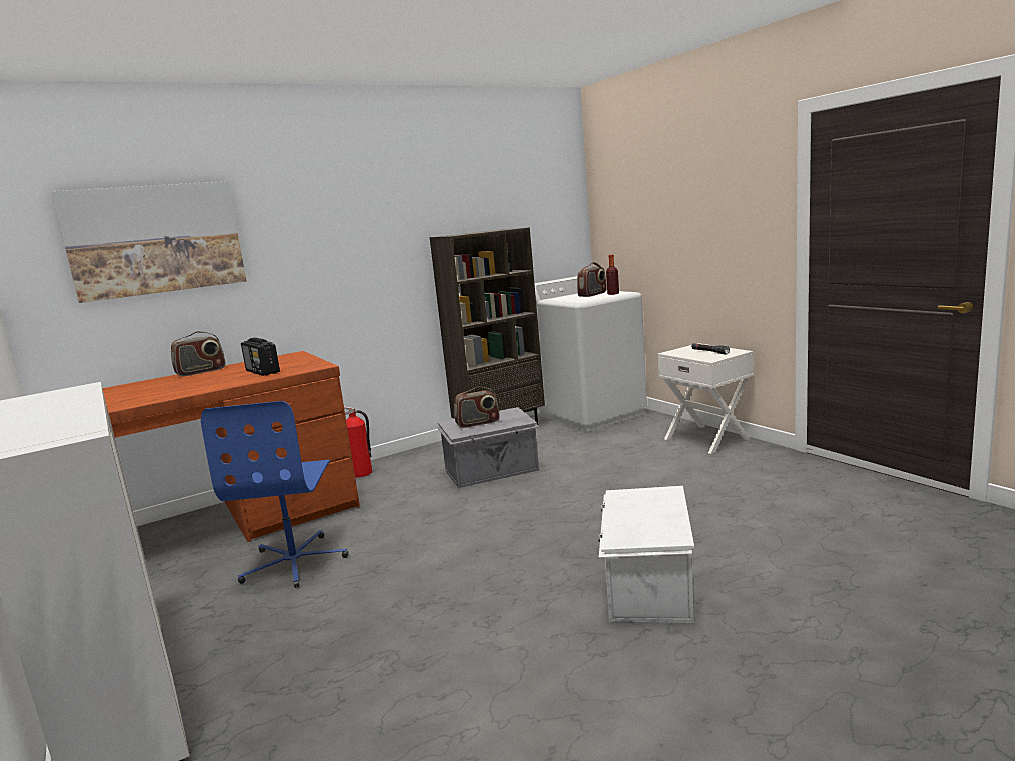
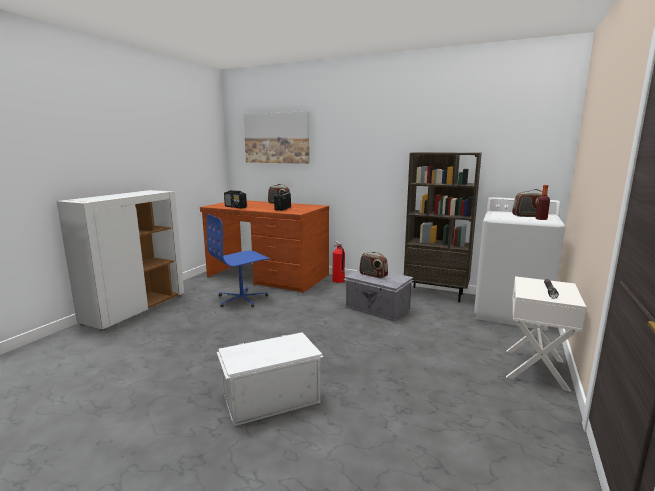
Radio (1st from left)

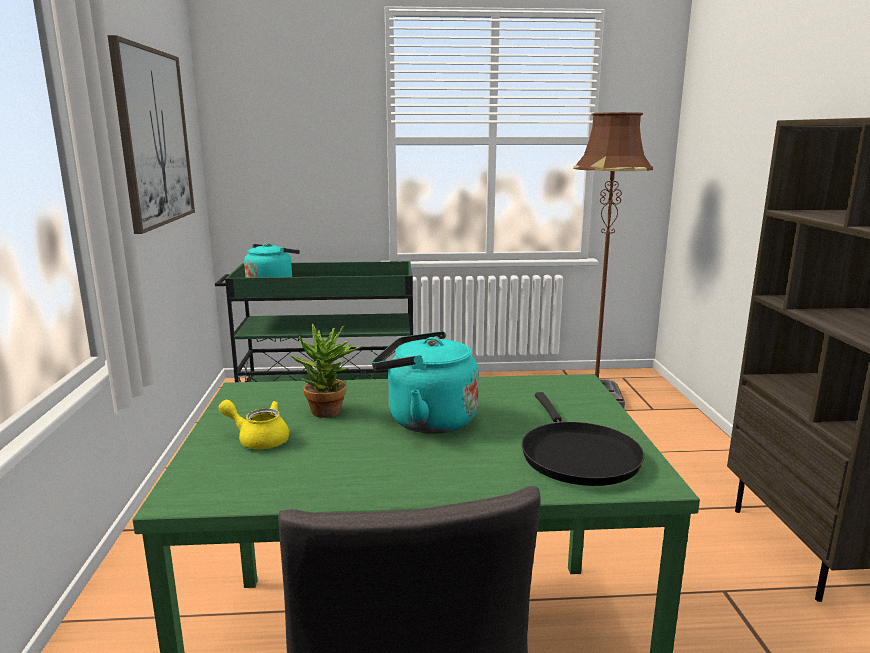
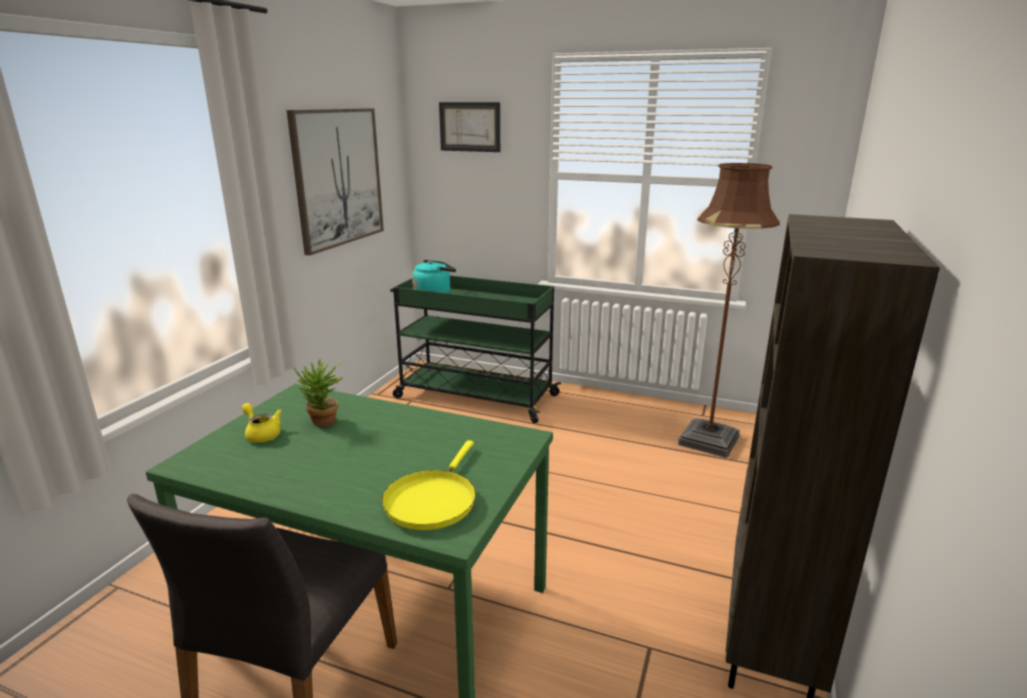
TurquoiseKettle (2nd from left in the first image)
YellowFryingPan
Picture (2nd from left)

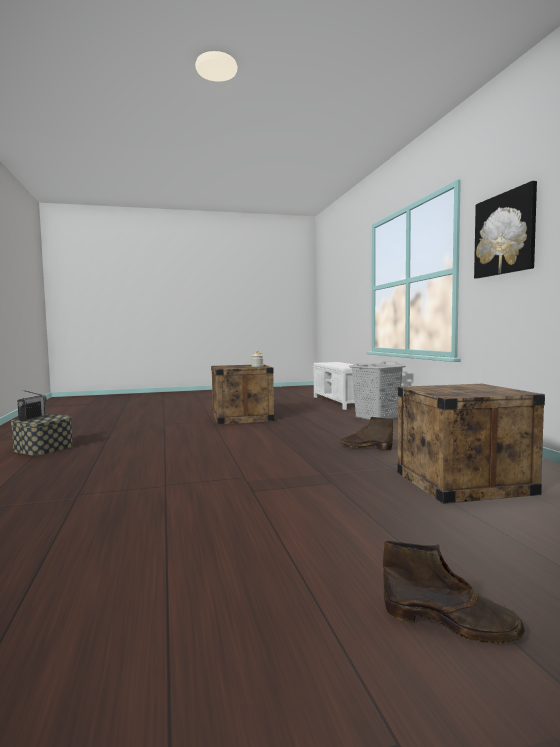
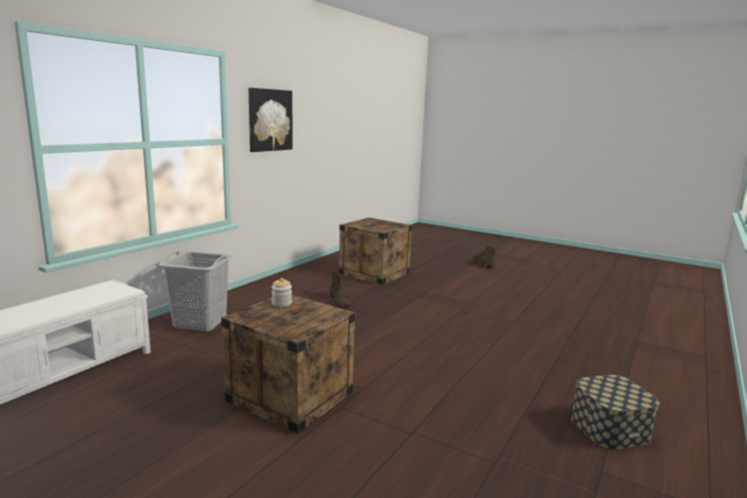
Radio

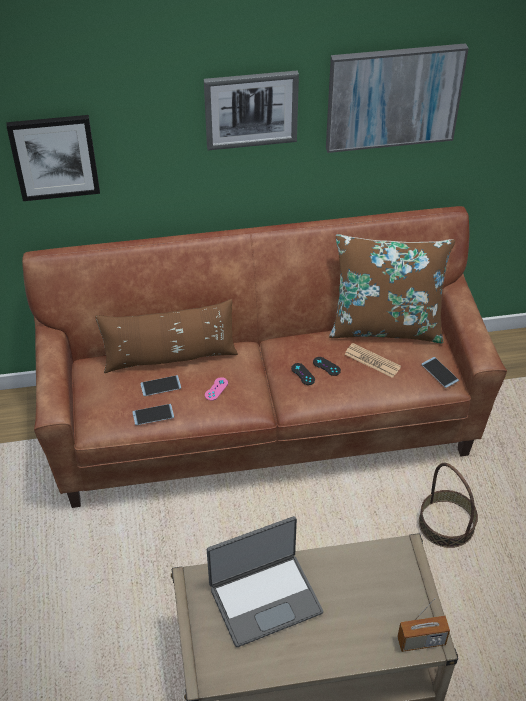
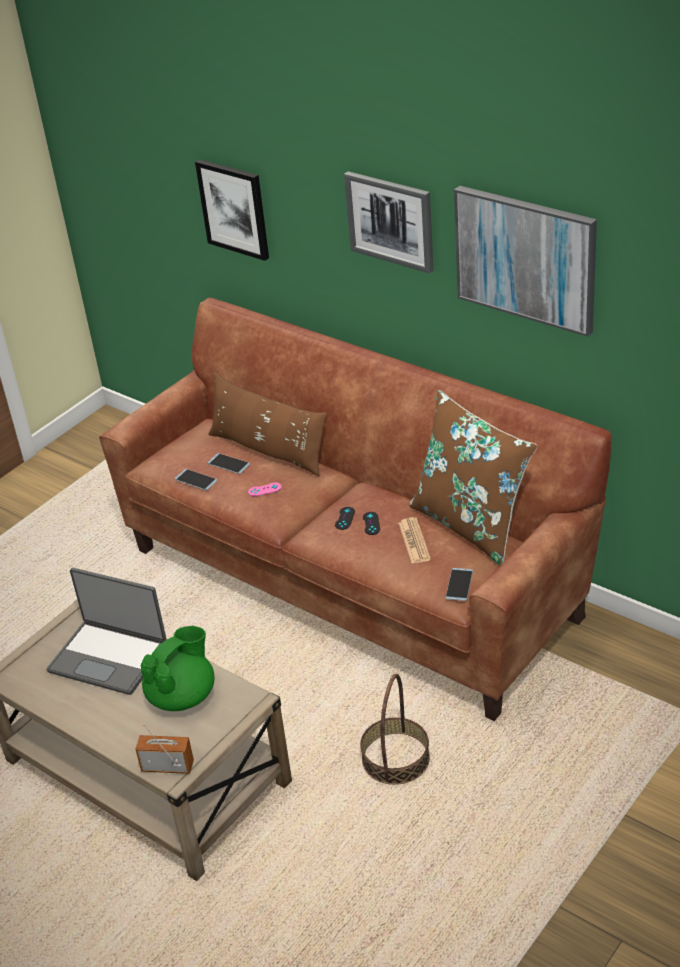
Radio
GreenTeapot

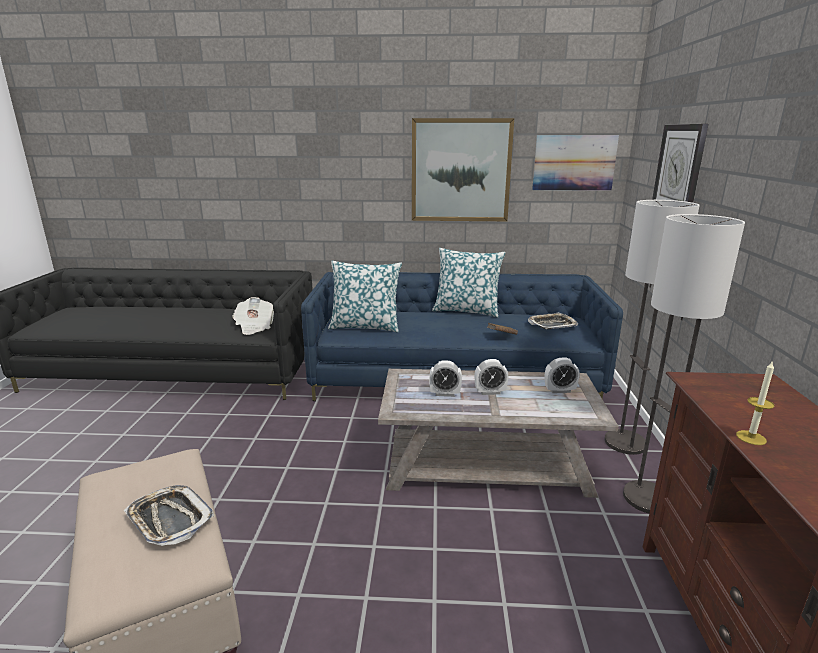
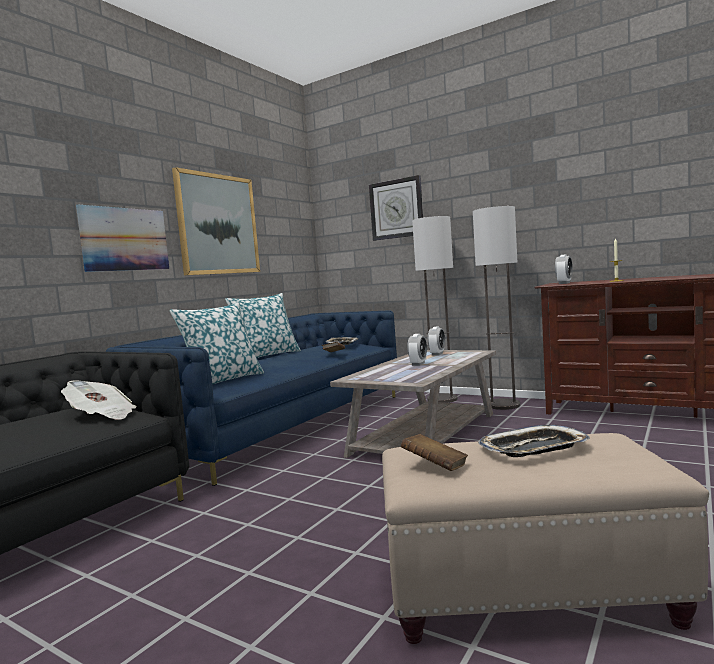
Picture (1st from left)
AlarmClock (3rd from left)
BrownBook (2nd from left)

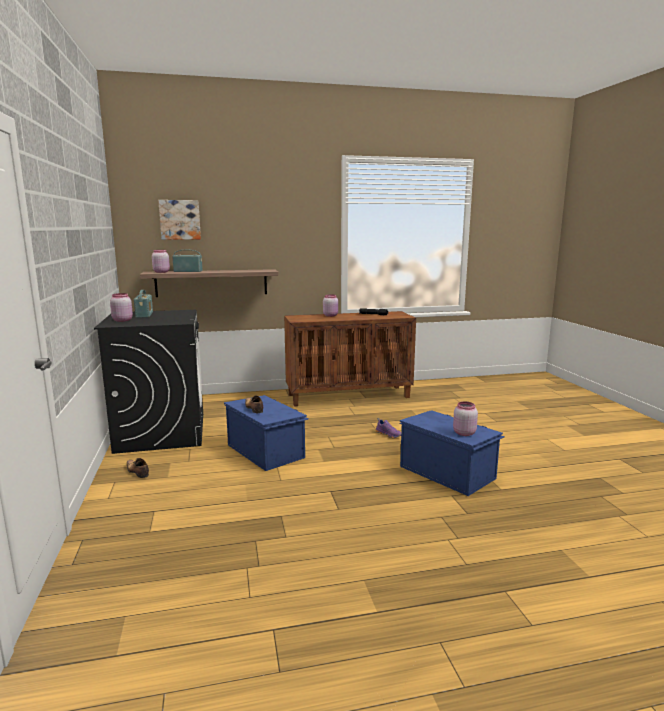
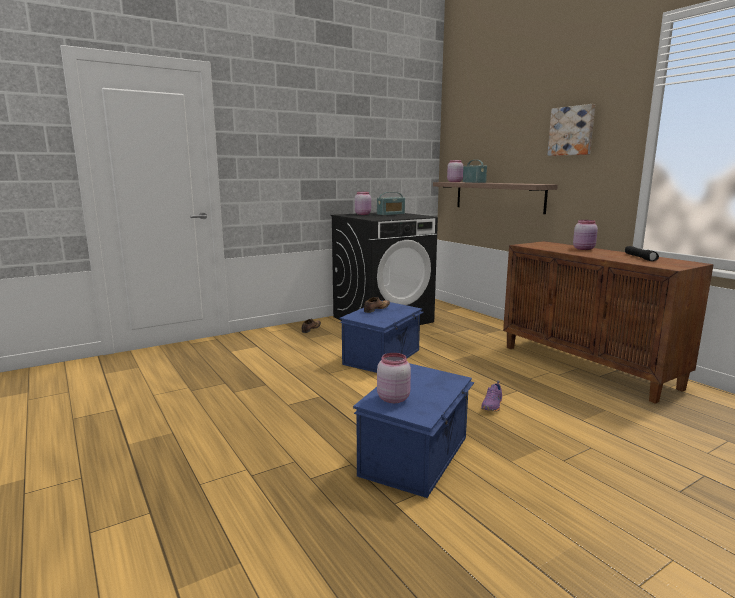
Picture

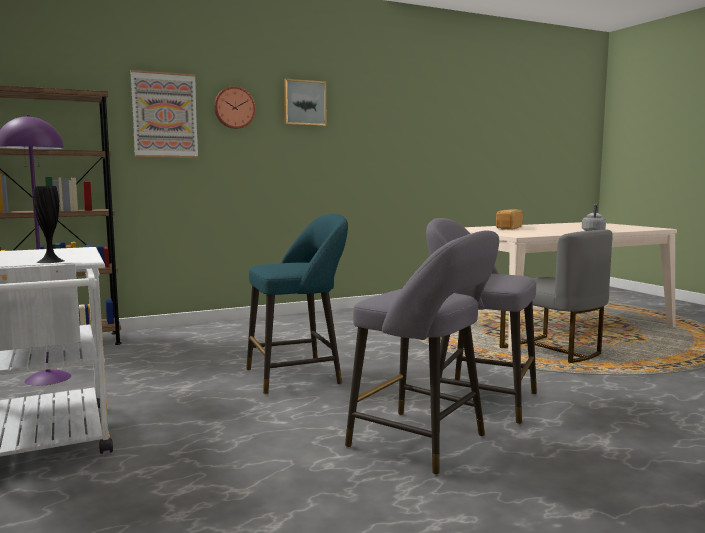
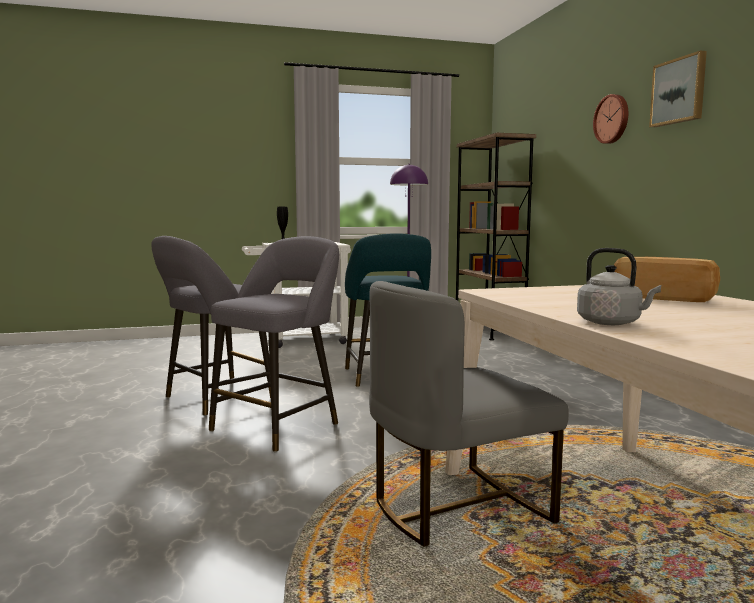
Picture (1st from left in the first image)

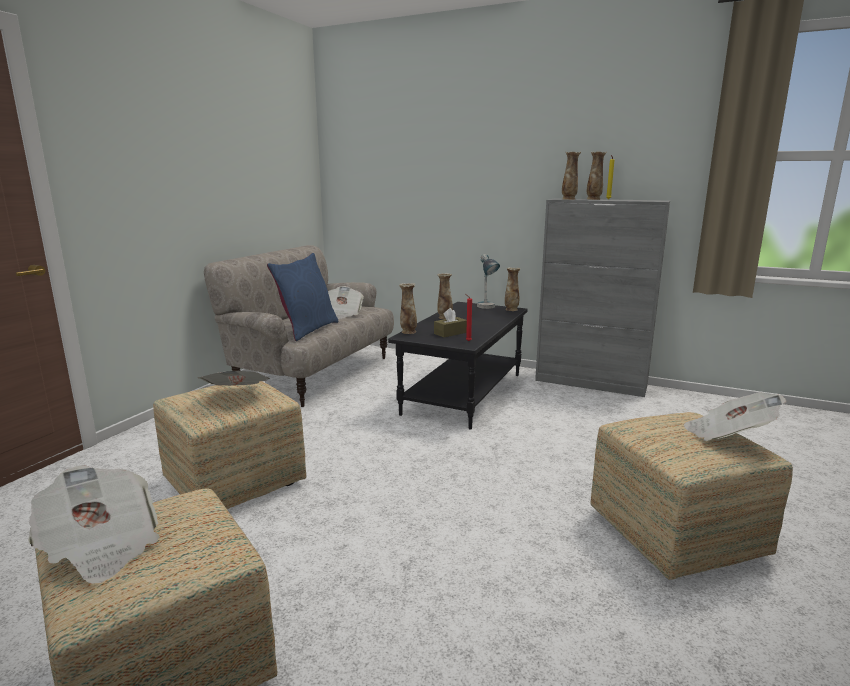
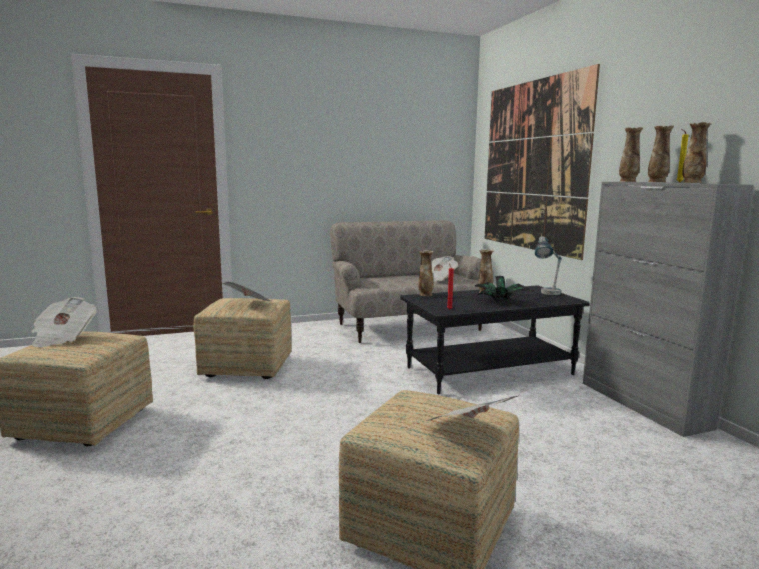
BluePillow
Vase (5th from left)
BrownTissueBox
Picture
PottedPlant

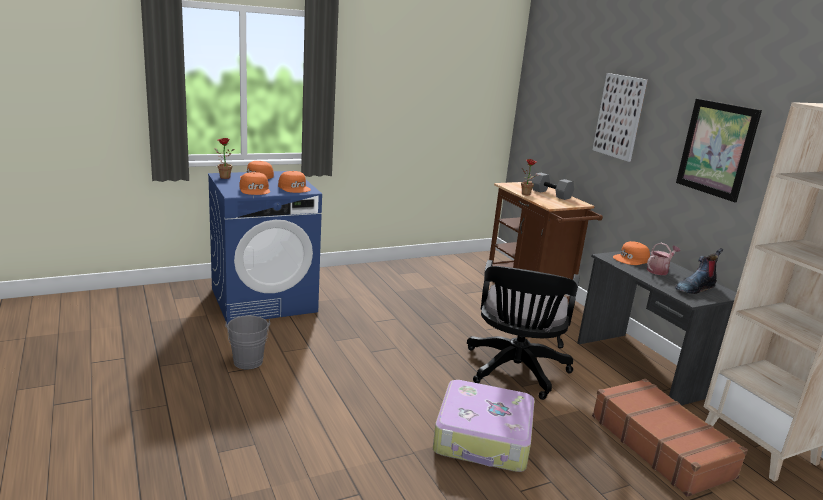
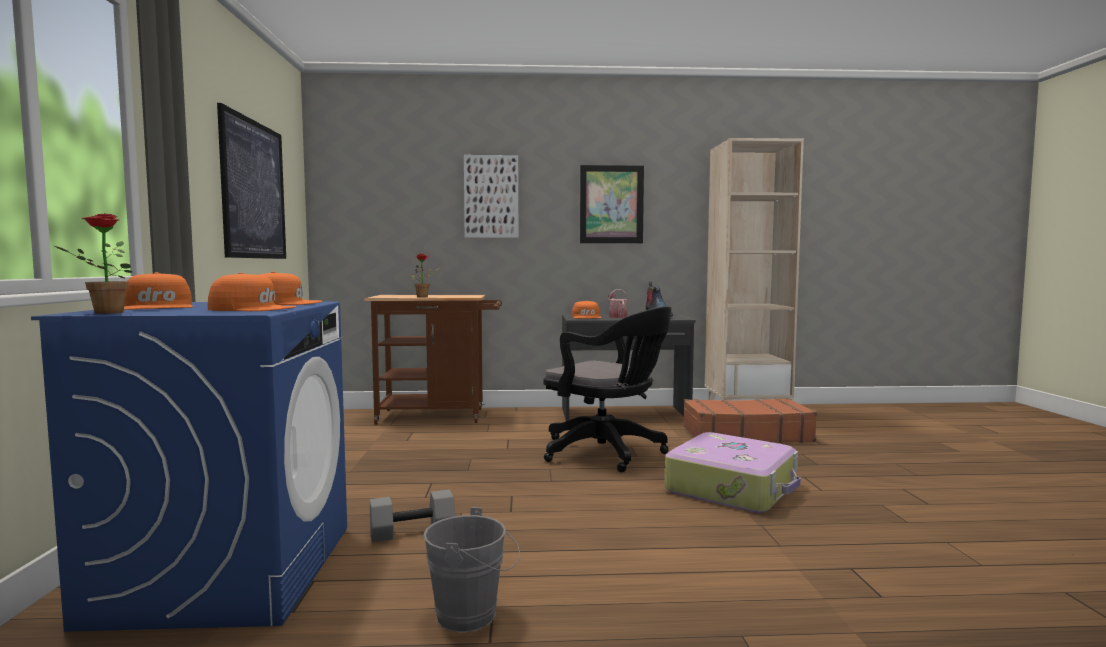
GreyDumbbell
Picture (1st from left)

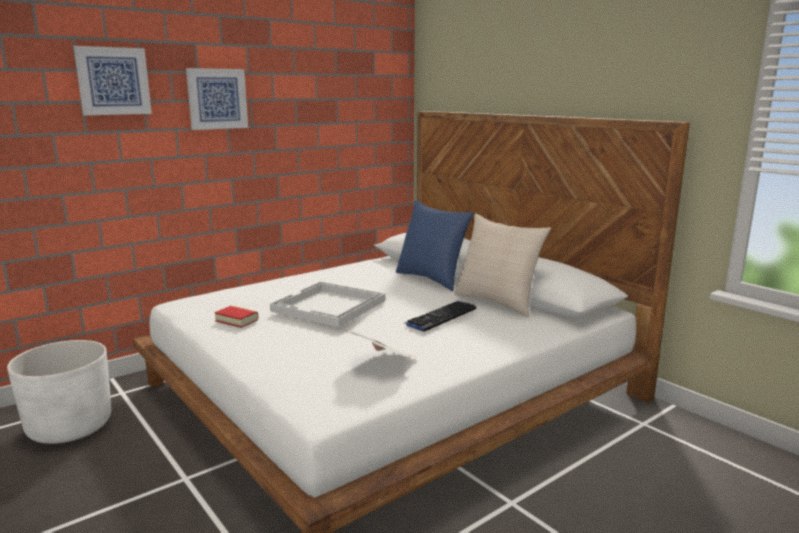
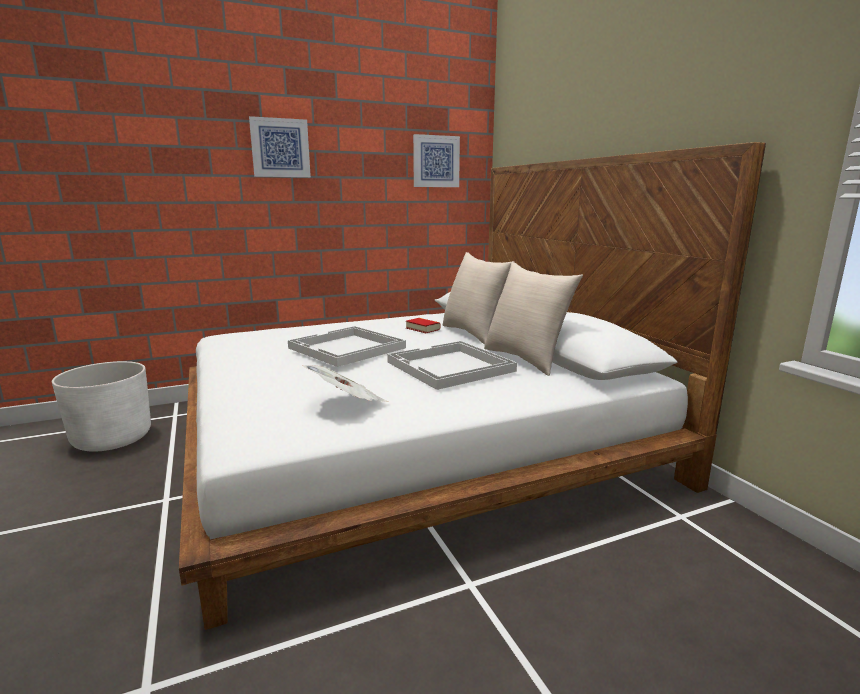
Picture (2nd from left)
BeigePillow (1st from left)
WhiteTray (2nd from left)
Book

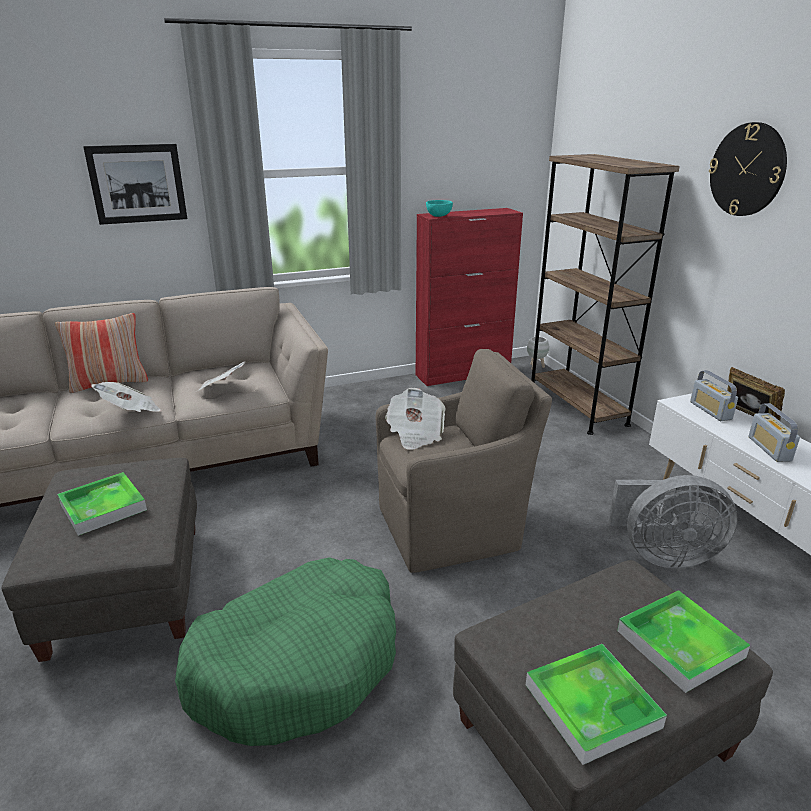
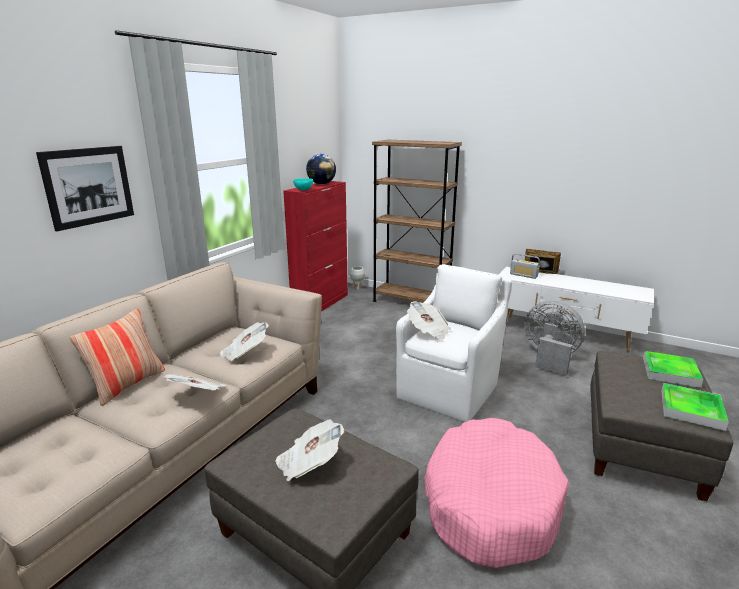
WallClock
WhiteArmchair
Radio (2nd from left in the first image)
Newspaper (3rd from left)
GreyFan
PinkDogBed
Globe

